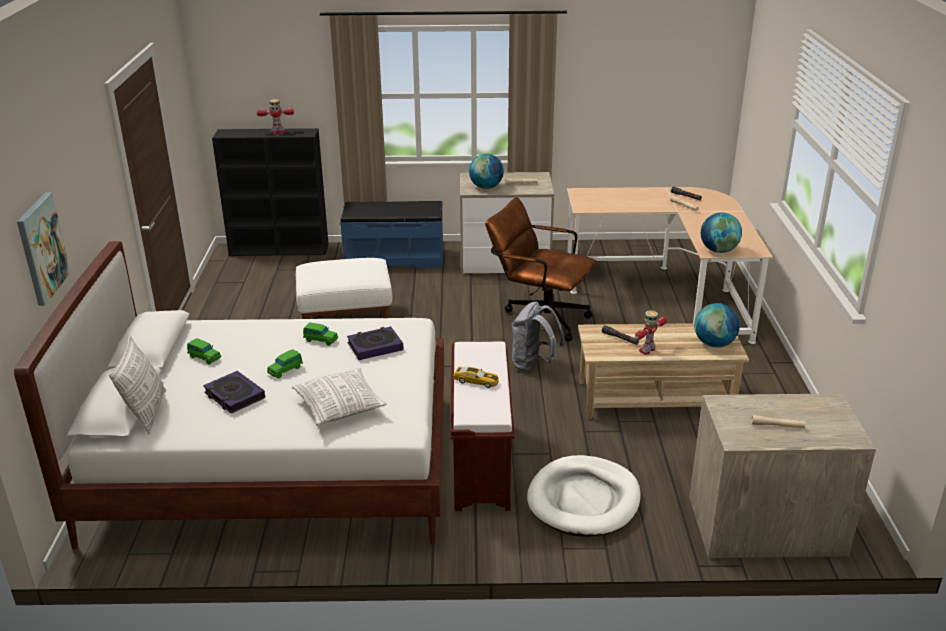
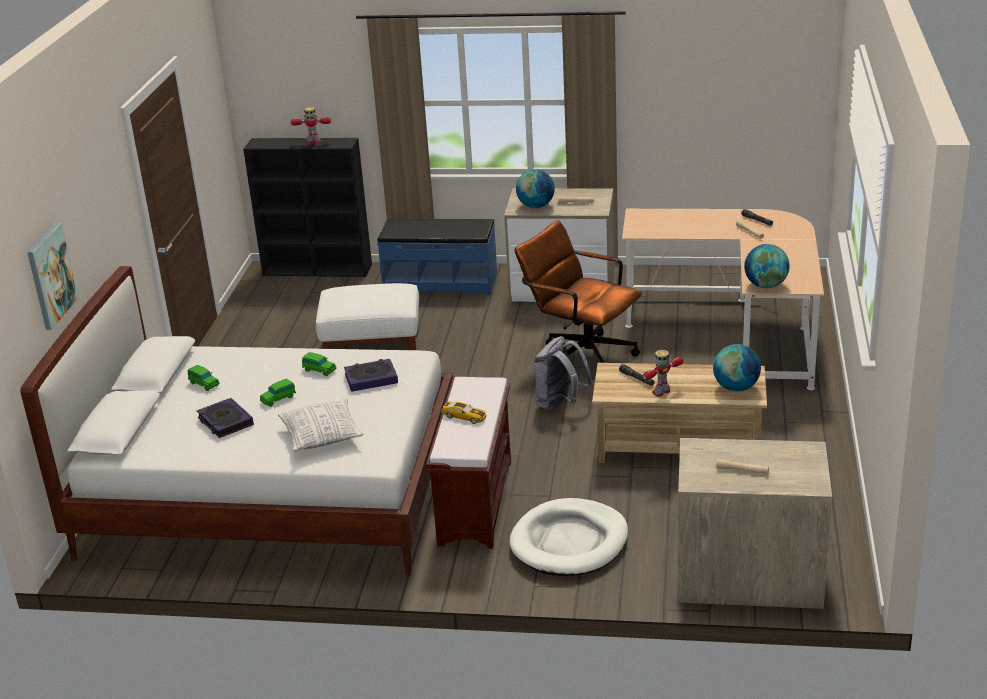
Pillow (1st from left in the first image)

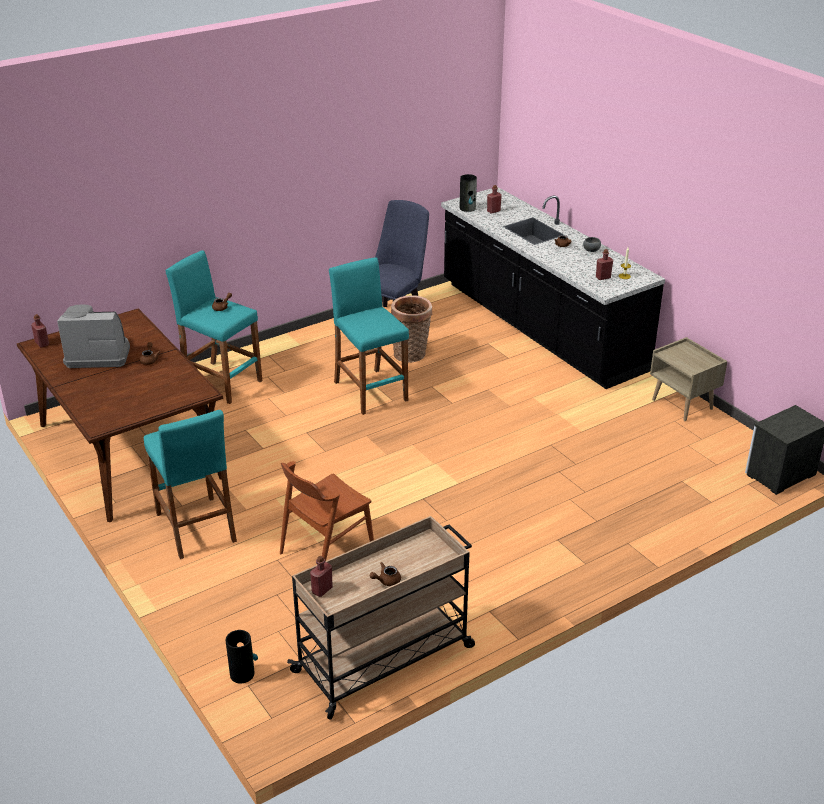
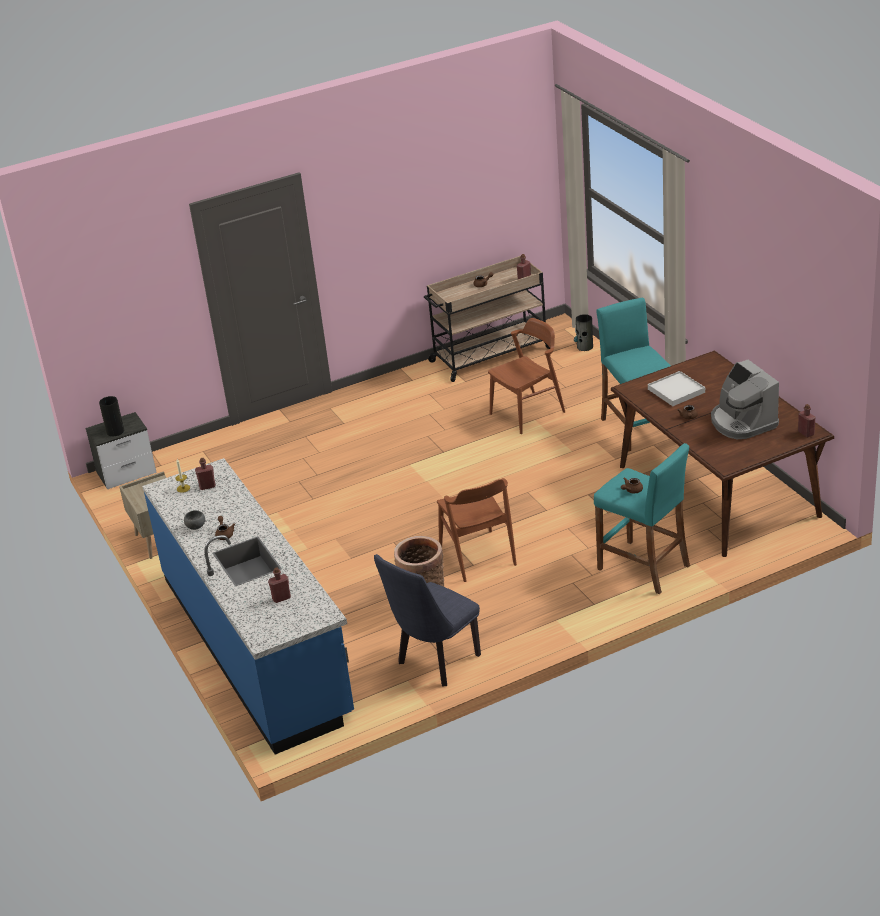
Vase (1st from left)
BlueCounter
BrownChair (1st from left)
CoffeeMachine
WhiteTray

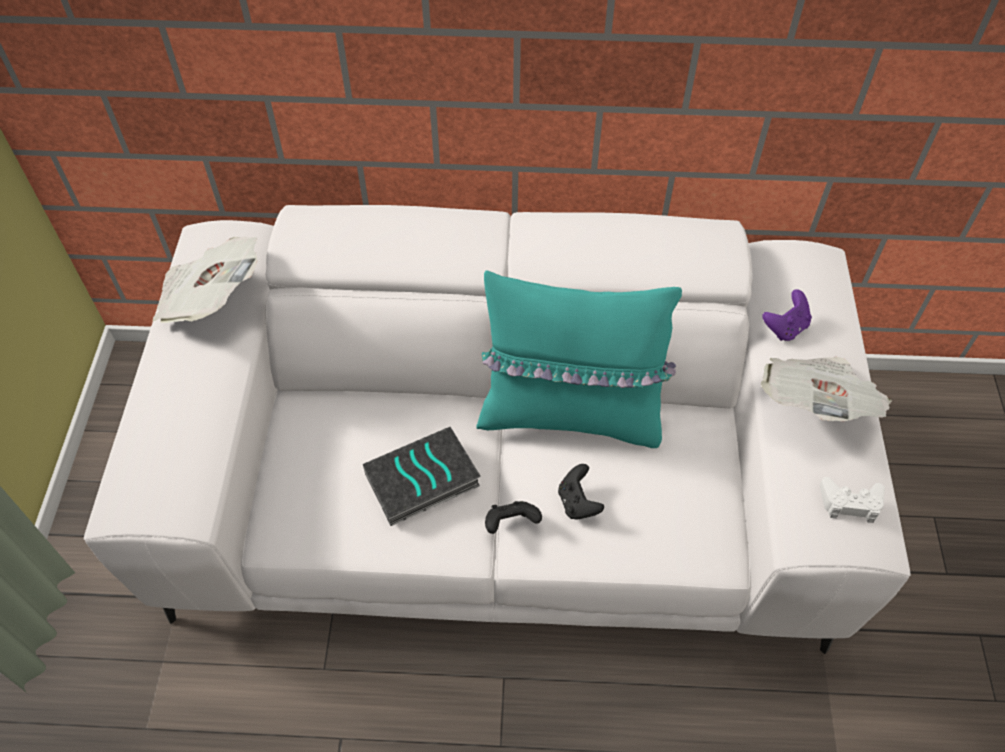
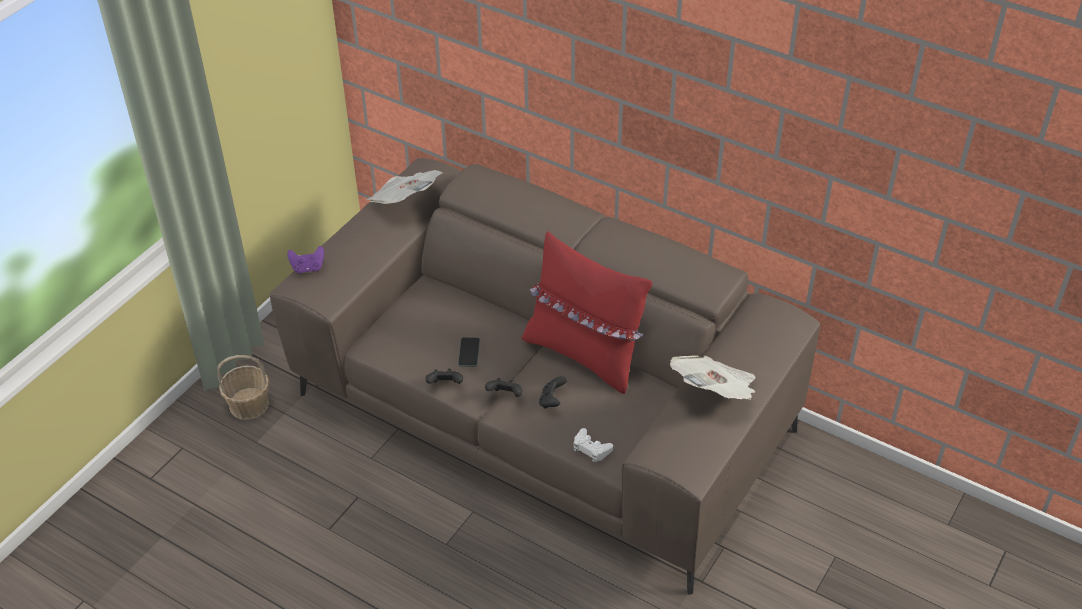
BrownSofa
RedPillow
PurpleGameController
Phone
WhiteGameController
Basket
BlackGameController (1st from left)

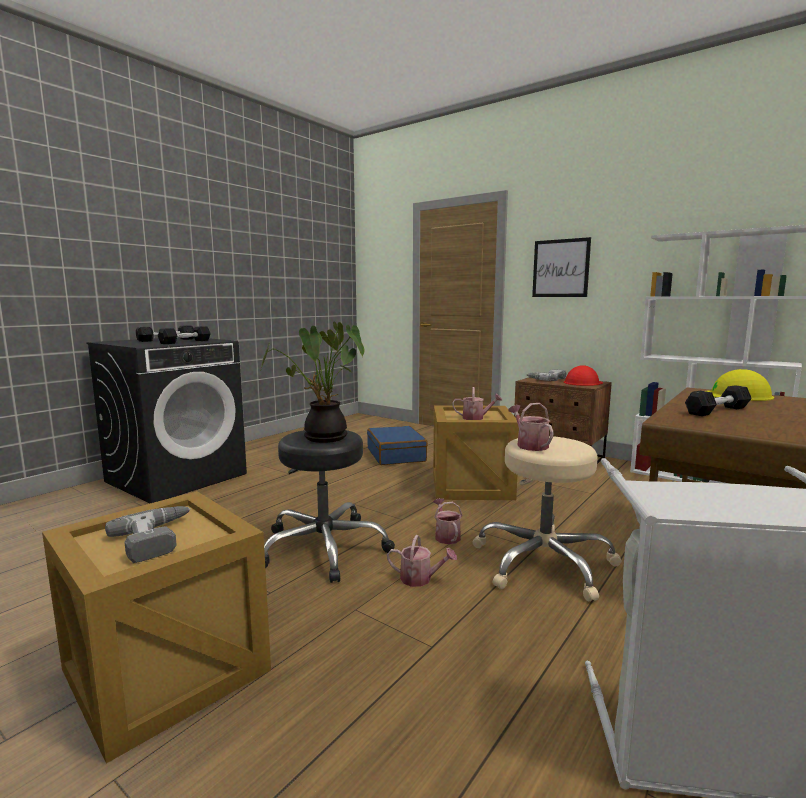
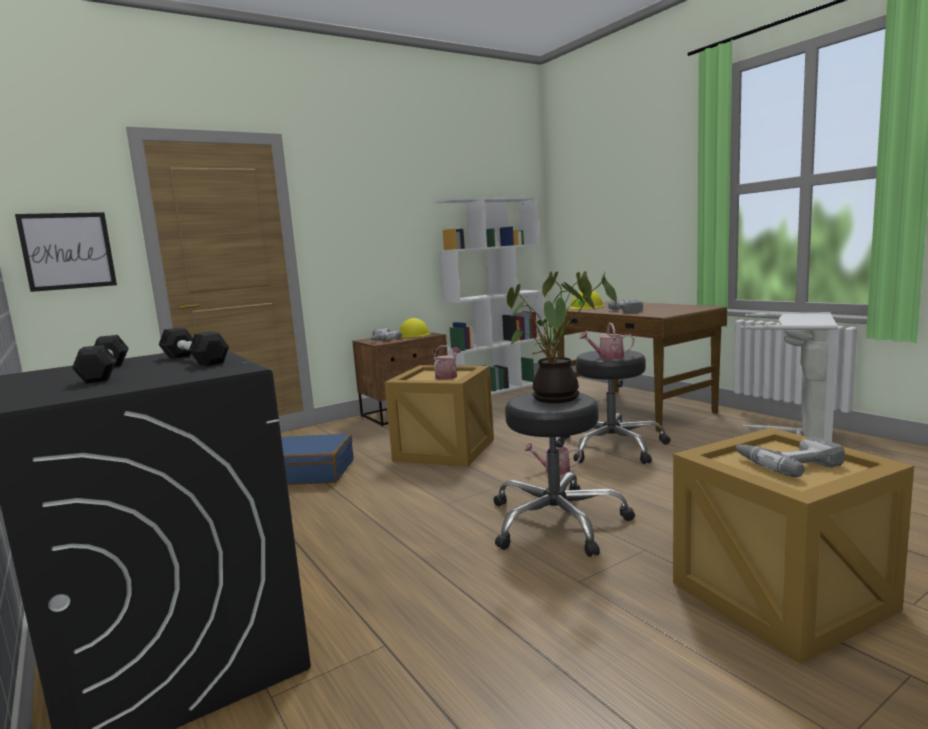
Picture
YellowHardHat (1st from left)
PowerDrill (2nd from left)
BlackStool (2nd from left)
WateringCan (1st from left in the first image)

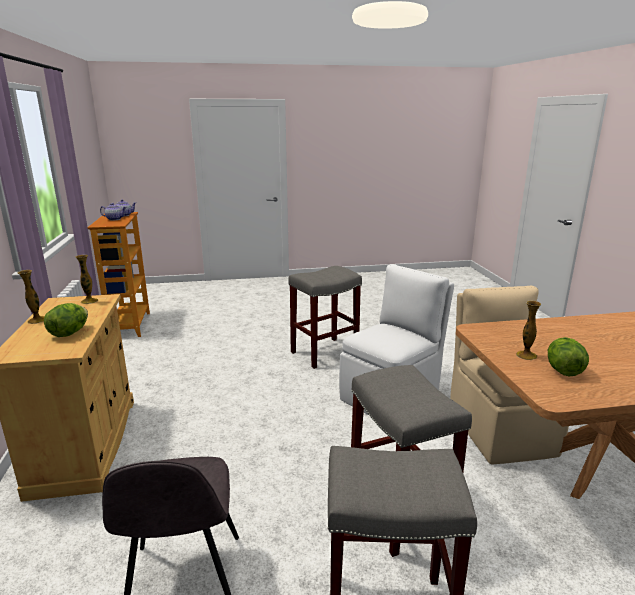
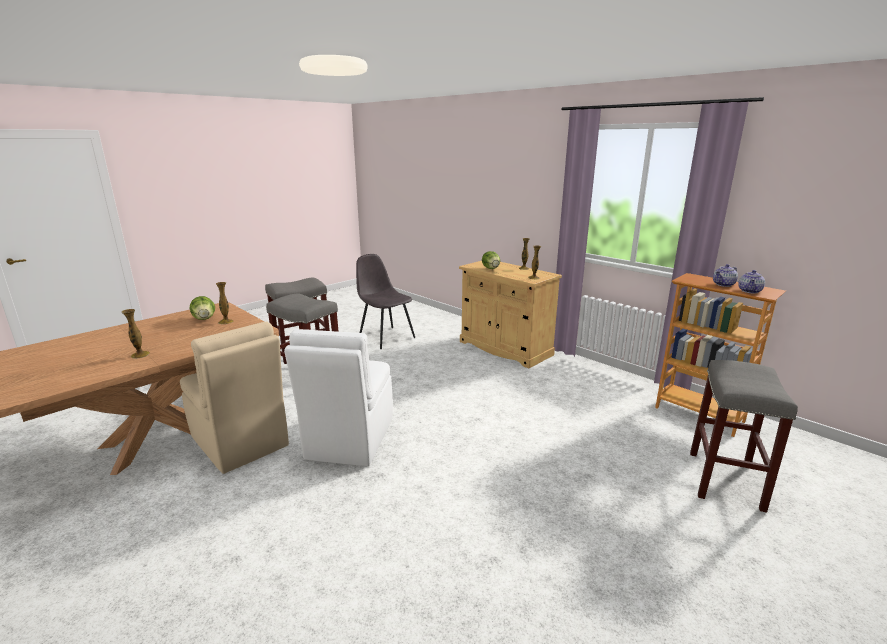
GreyStool (3rd from left)
Vase (1st from left)

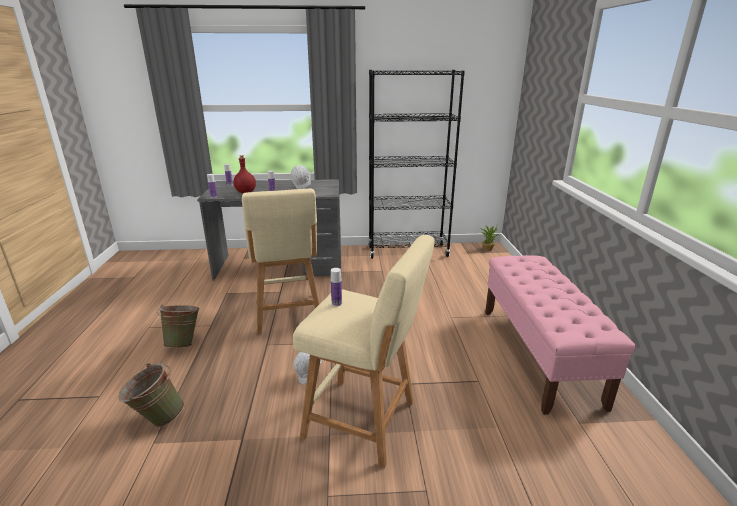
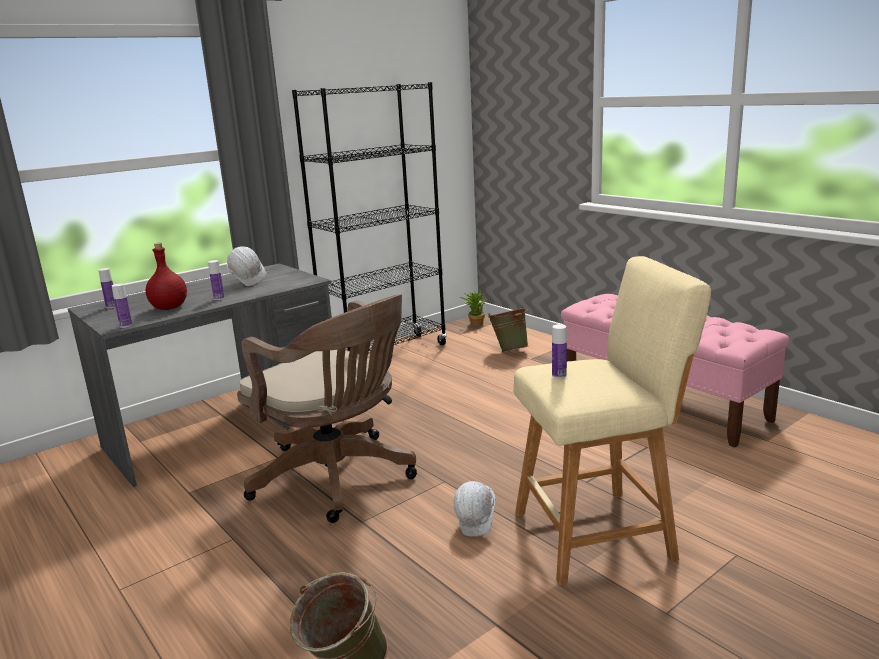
BrownOfficeChair
GreenBucket (2nd from left)

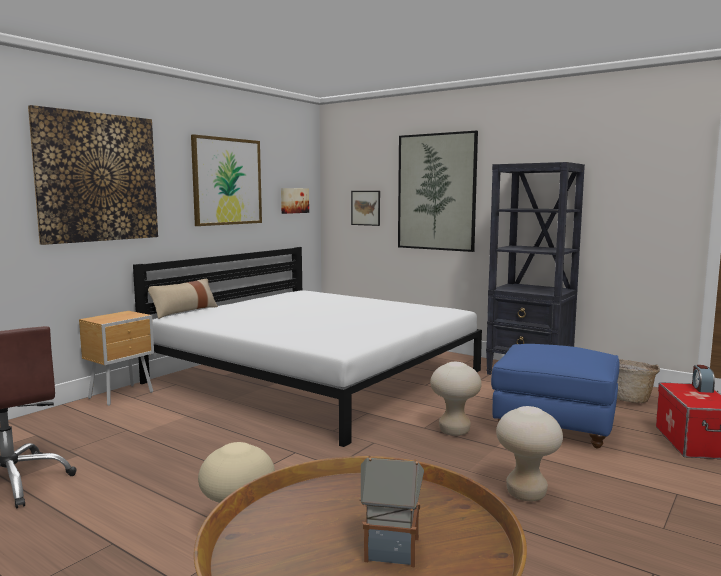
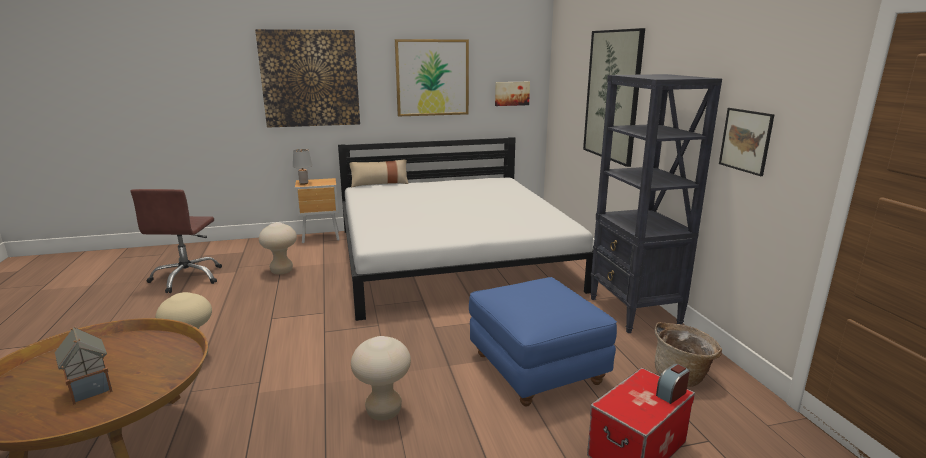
Picture (5th from left)
BeigeStool (2nd from left)
GreyTableLamp

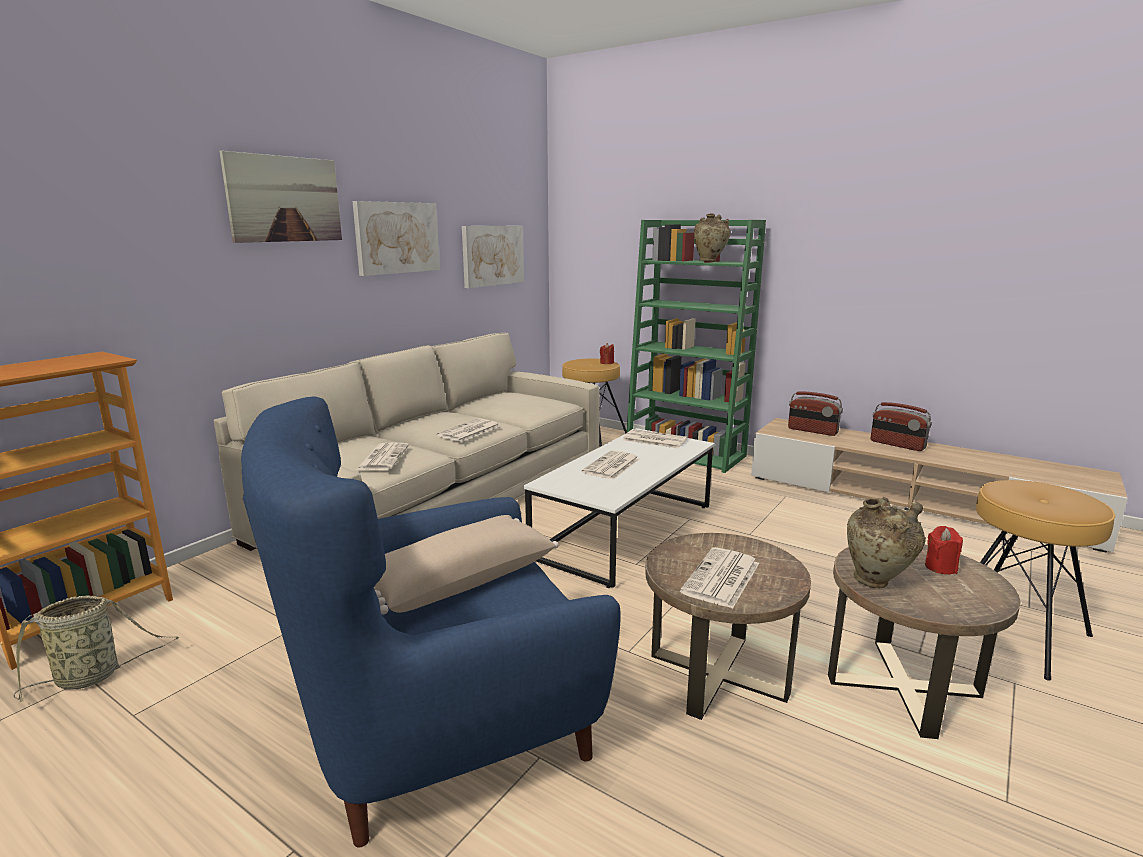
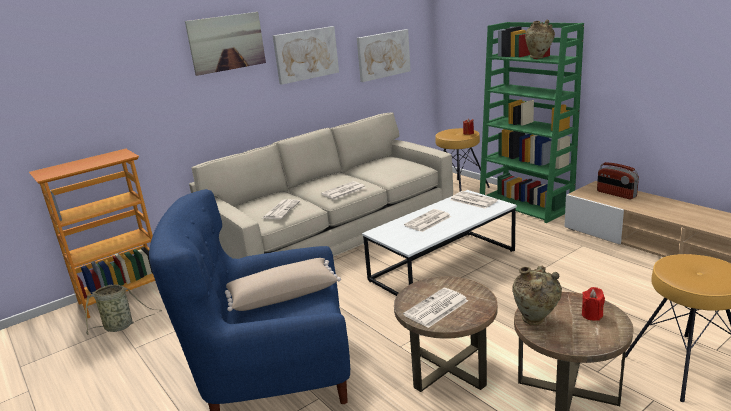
Radio (2nd from left in the first image)

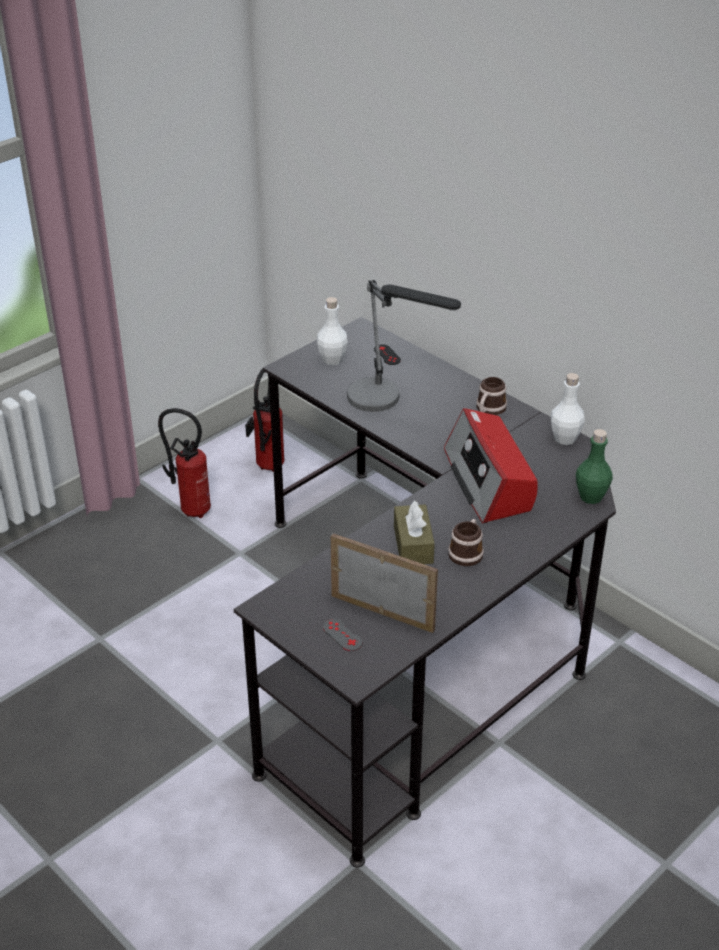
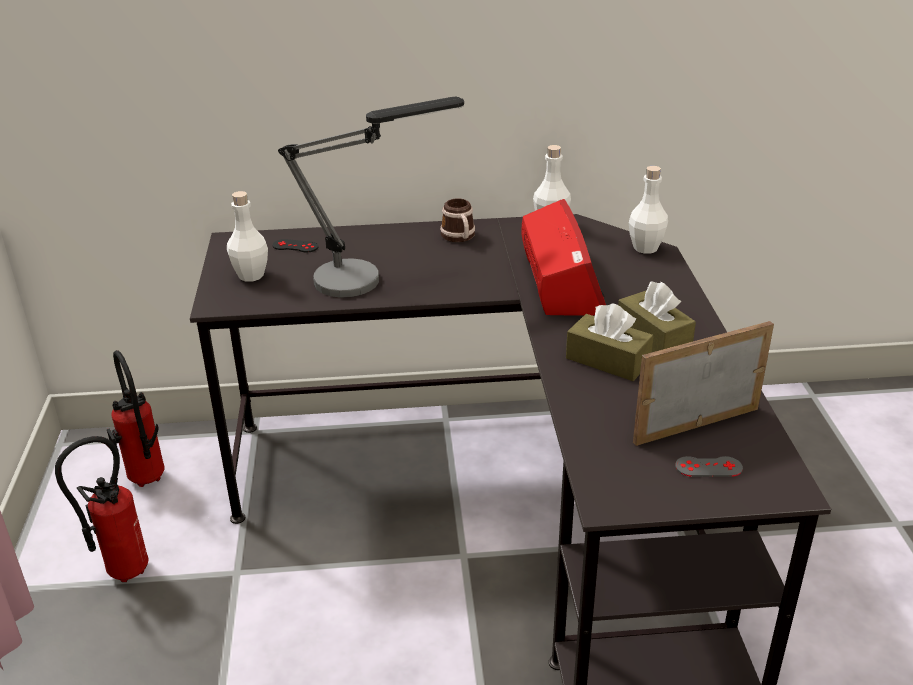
Radio
WhiteBottle (3rd from left)
BrownTissueBox (2nd from left)

